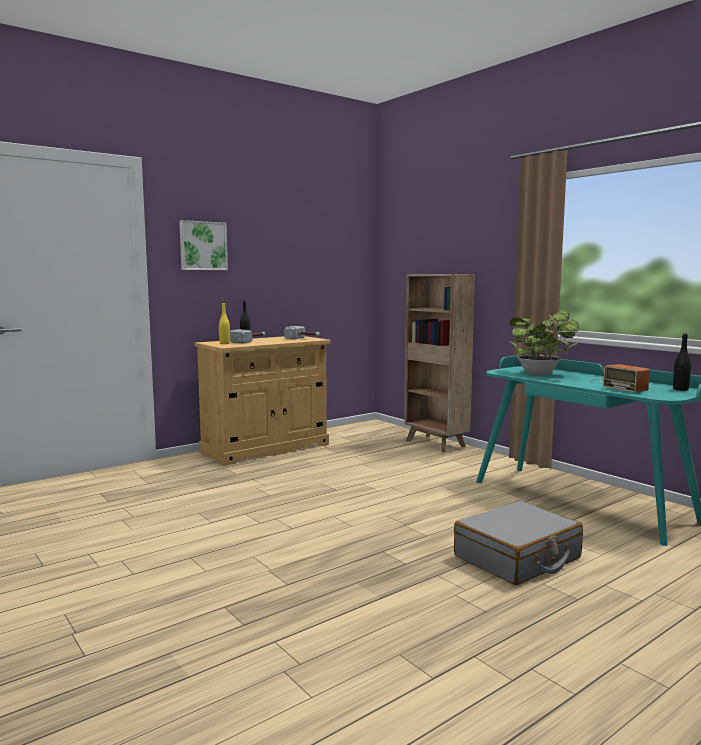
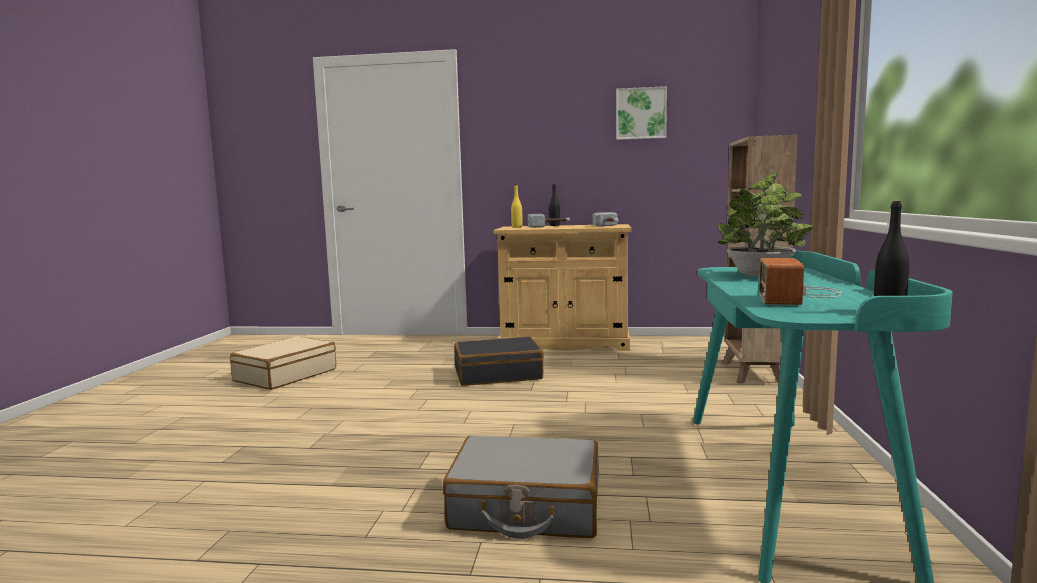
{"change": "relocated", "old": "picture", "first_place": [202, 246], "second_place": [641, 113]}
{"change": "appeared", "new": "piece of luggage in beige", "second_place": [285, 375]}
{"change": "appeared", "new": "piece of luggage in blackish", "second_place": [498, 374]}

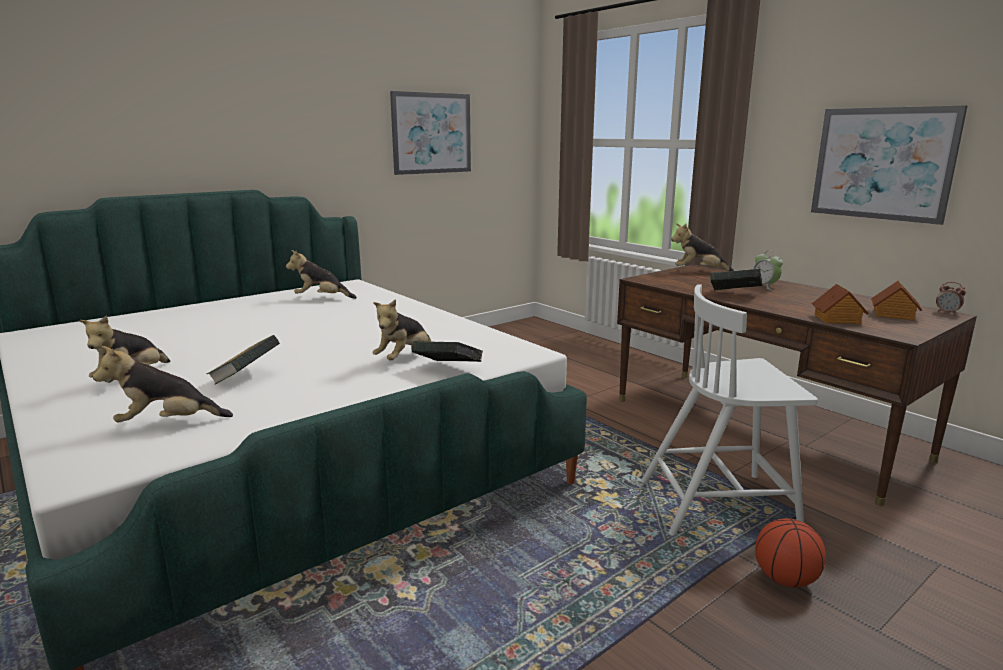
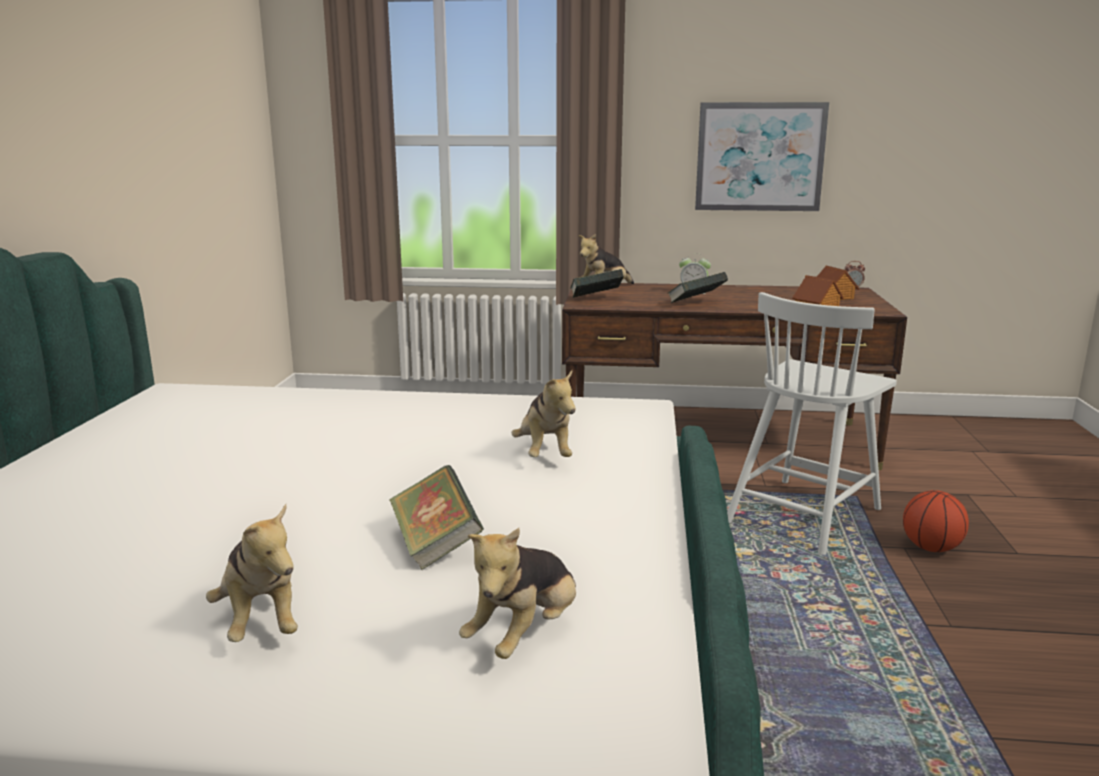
{"change": "missing", "old": "soft toy", "first_place": [321, 298]}
{"change": "missing", "old": "picture", "first_place": [431, 133]}
{"change": "relocated", "old": "book", "first_place": [447, 369], "second_place": [596, 299]}

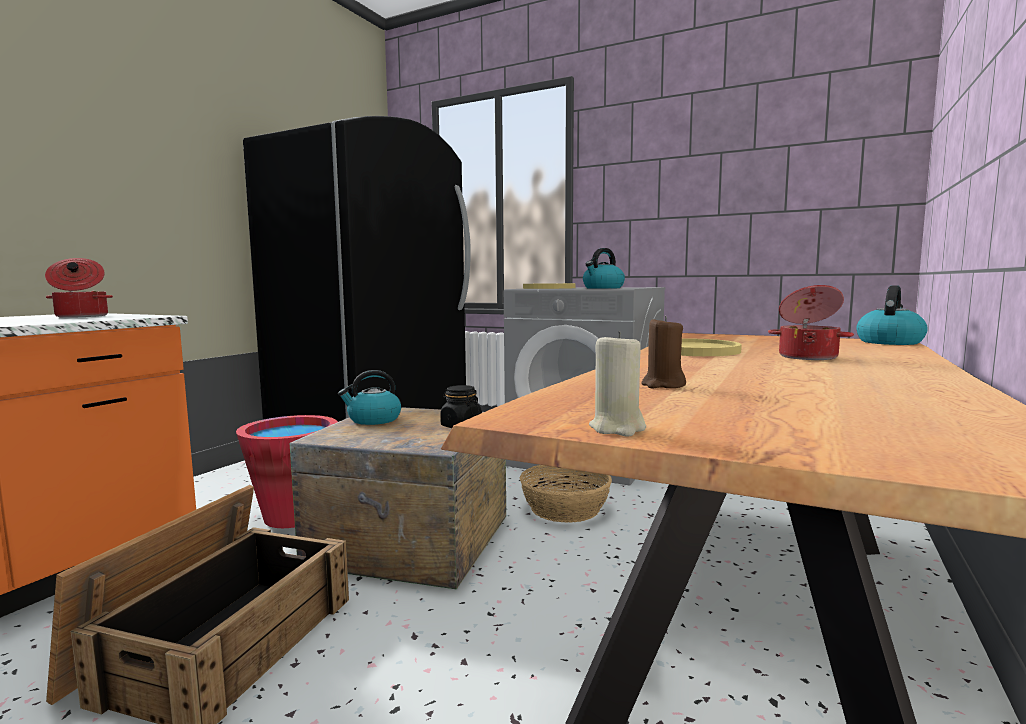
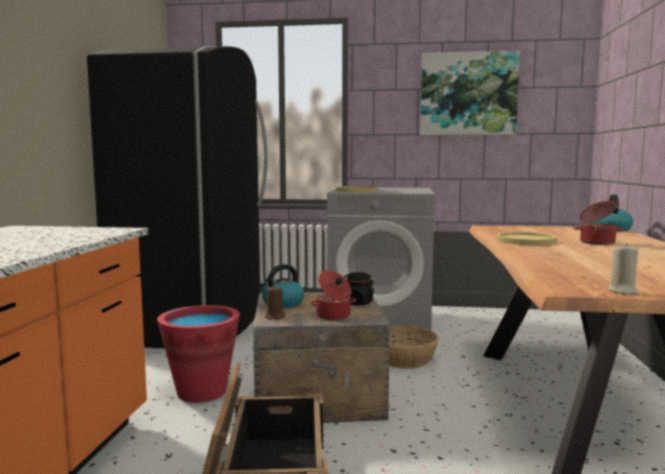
{"change": "relocated", "old": "stockpot", "first_place": [81, 316], "second_place": [333, 316]}
{"change": "missing", "old": "tea kettle", "first_place": [603, 288]}
{"change": "relocated", "old": "wax candle in brownish", "first_place": [663, 385], "second_place": [274, 317]}
{"change": "appeared", "new": "picture", "second_place": [468, 94]}

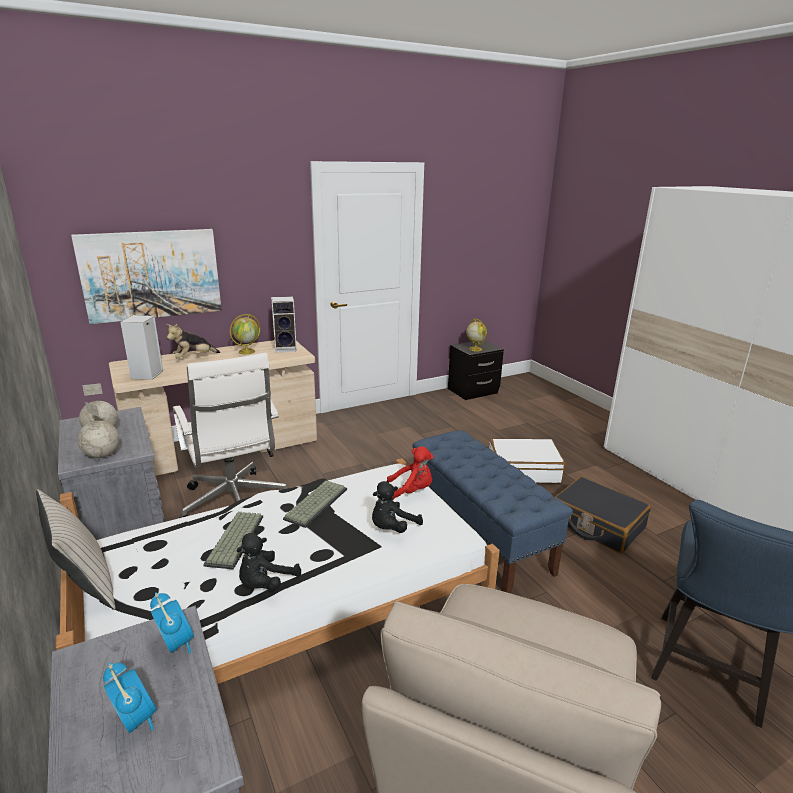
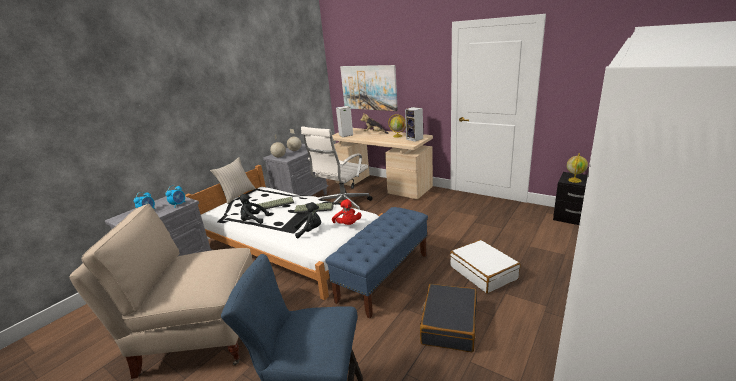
{"change": "spun", "old": "soft toy in blackish", "first_place": [392, 528], "second_place": [310, 231], "degrees": 150}

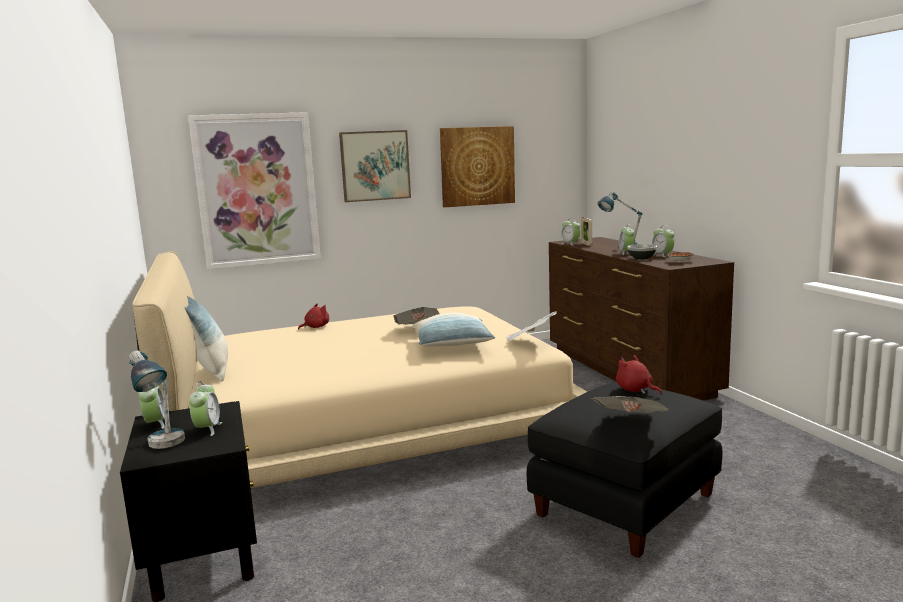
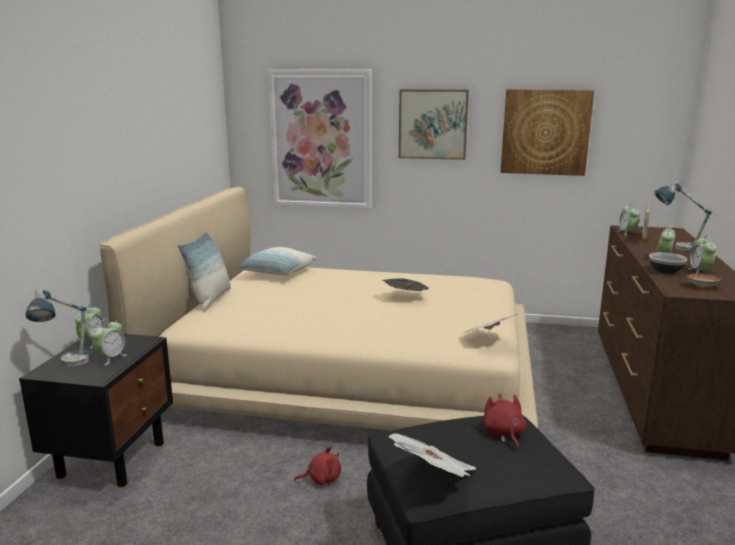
{"change": "relocated", "old": "soft toy in red", "first_place": [315, 327], "second_place": [321, 479]}
{"change": "relocated", "old": "pillow", "first_place": [453, 345], "second_place": [277, 273]}

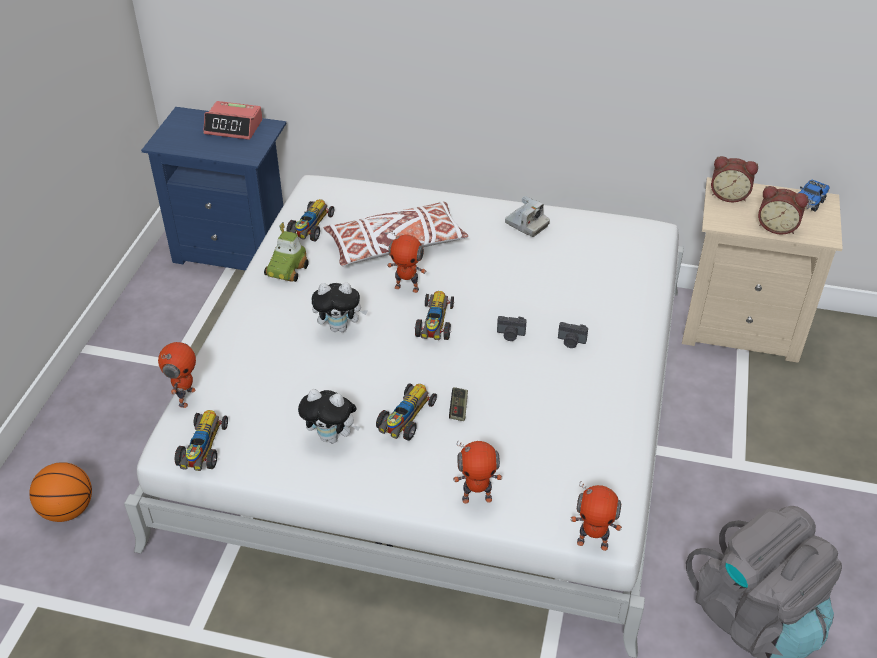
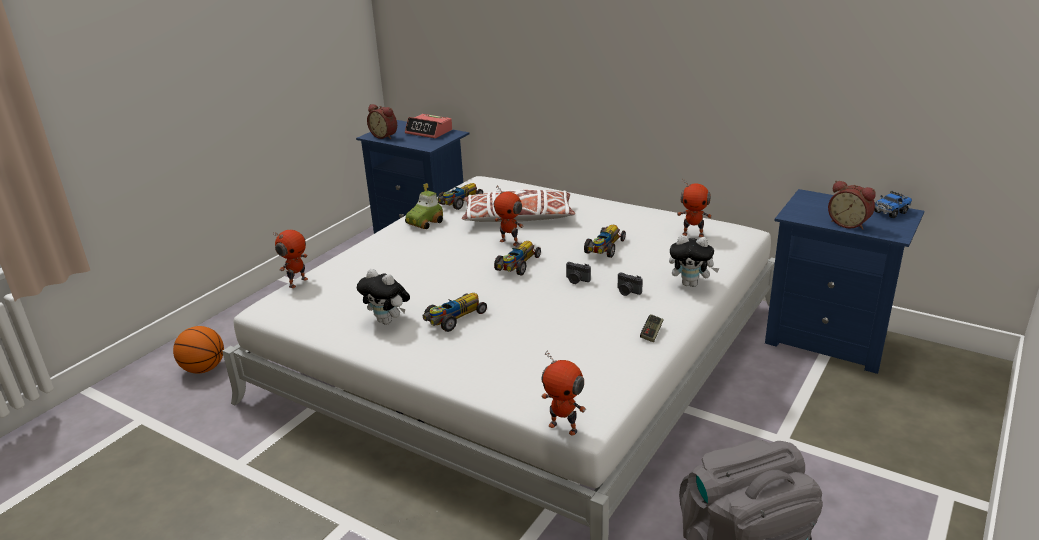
{"change": "relocated", "old": "miniature car", "first_place": [203, 449], "second_place": [604, 248]}
{"change": "relocated", "old": "soft toy", "first_place": [340, 327], "second_place": [691, 284]}
{"change": "relocated", "old": "game controller", "first_place": [458, 408], "second_place": [651, 333]}
{"change": "relocated", "old": "model robot", "first_place": [477, 497], "second_place": [693, 234]}
{"change": "missing", "old": "photo camera", "first_place": [526, 224]}
{"change": "colour", "old": "nightstand in beige", "new": "nightstand in bluish", "first_place": [741, 327], "second_place": [829, 340]}
{"change": "relocated", "old": "table clock", "first_place": [729, 195], "second_place": [385, 136]}

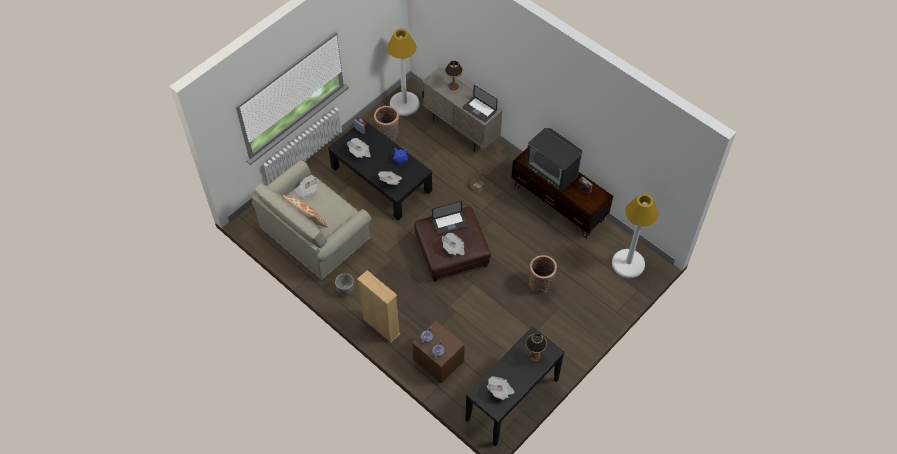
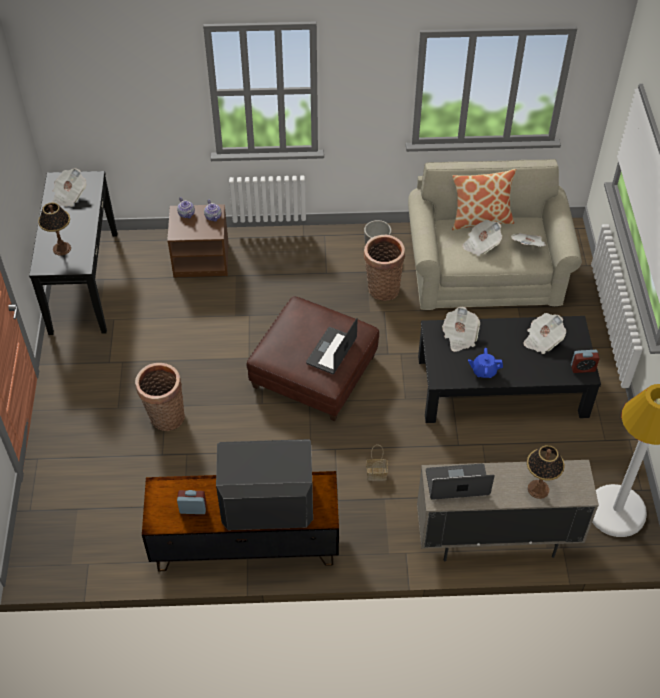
{"change": "missing", "old": "bookcase in beige", "first_place": [381, 326]}
{"change": "relocated", "old": "storage basket", "first_place": [388, 136], "second_place": [382, 287]}
{"change": "relocated", "old": "daily paper", "first_place": [453, 248], "second_place": [481, 245]}
{"change": "missing", "old": "standard lamp in white", "first_place": [628, 264]}

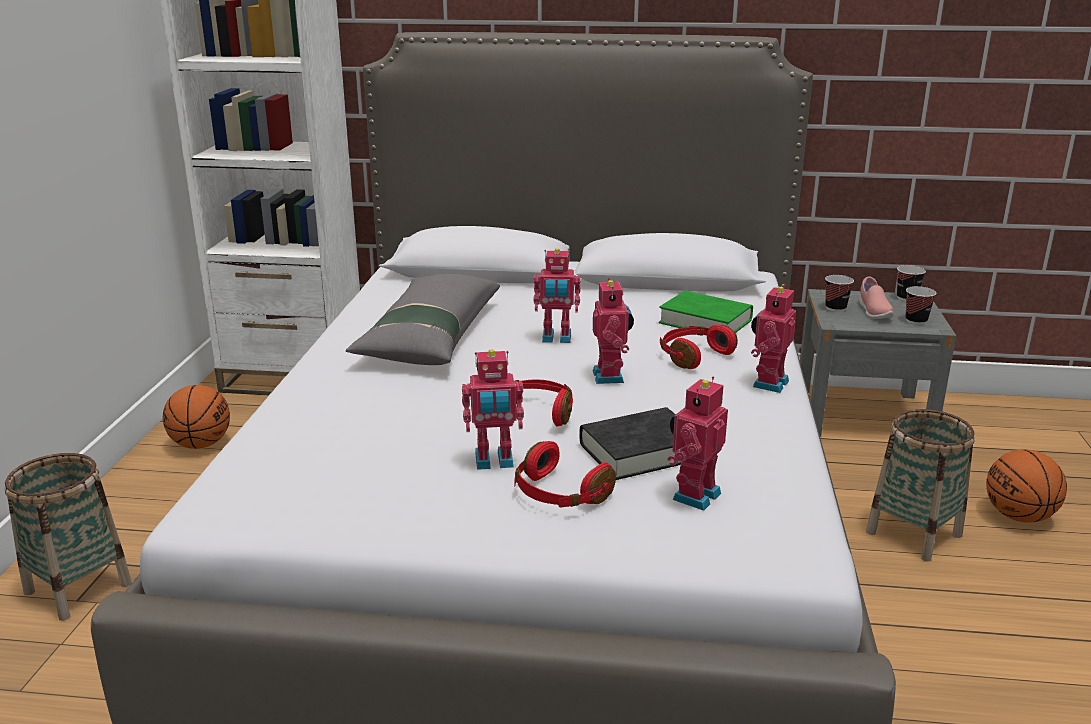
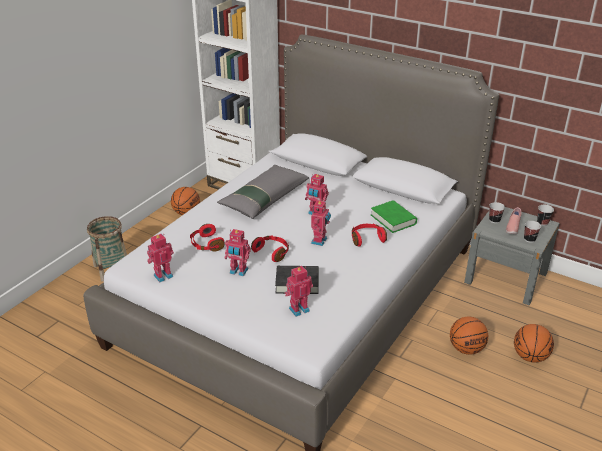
{"change": "relocated", "old": "pair of headphones in red", "first_place": [559, 495], "second_place": [206, 244]}
{"change": "relocated", "old": "model robot", "first_place": [768, 383], "second_place": [162, 275]}
{"change": "exchanged", "old": "storage basket", "new": "basketball ball", "first_place": [913, 533], "second_place": [466, 349]}

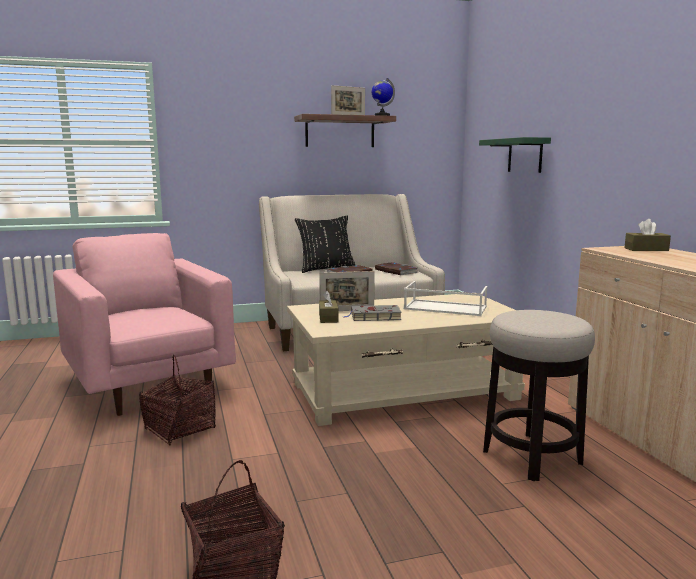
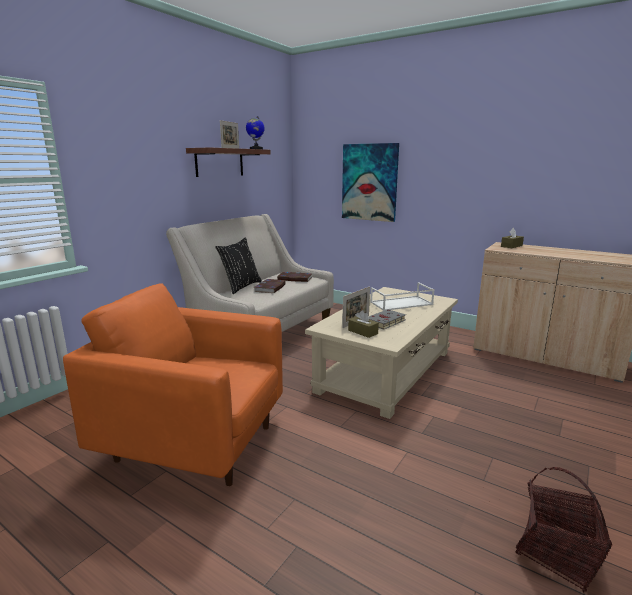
{"change": "colour", "old": "lounge chair in pinkish", "new": "lounge chair in orange-coloured", "first_place": [149, 384], "second_place": [195, 442]}
{"change": "missing", "old": "storage basket", "first_place": [180, 429]}
{"change": "exchanged", "old": "wall shelf in greenish", "new": "picture", "first_place": [525, 155], "second_place": [369, 182]}
{"change": "missing", "old": "stool", "first_place": [532, 456]}

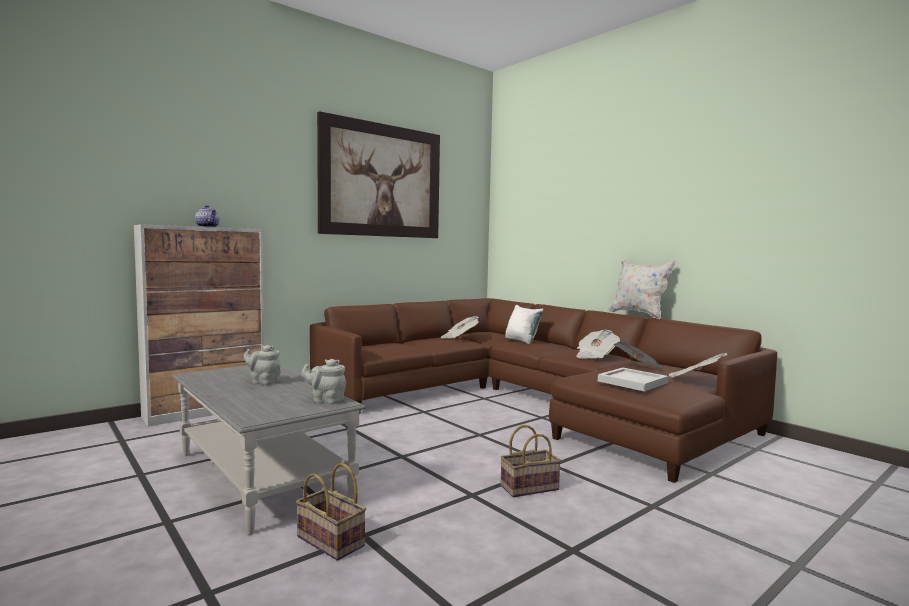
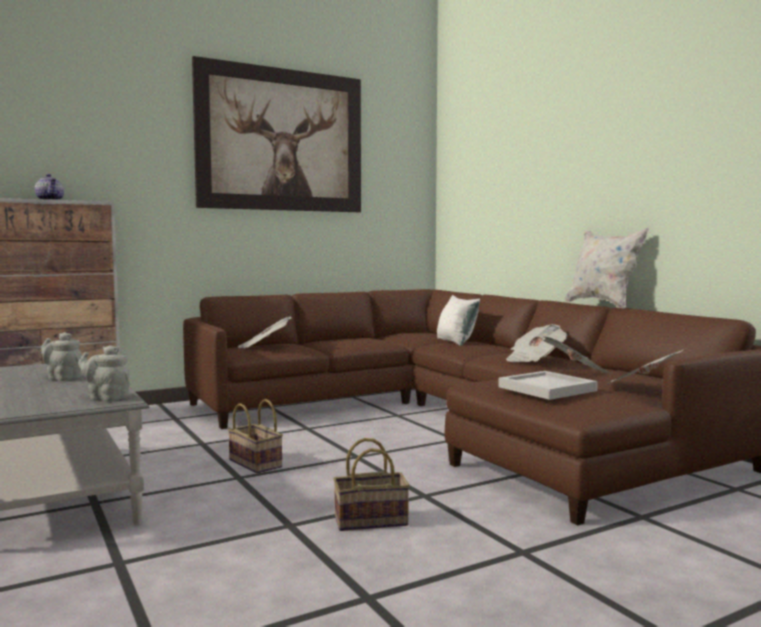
{"change": "relocated", "old": "storage basket", "first_place": [333, 541], "second_place": [257, 464]}
{"change": "relocated", "old": "daily paper", "first_place": [459, 337], "second_place": [264, 347]}

